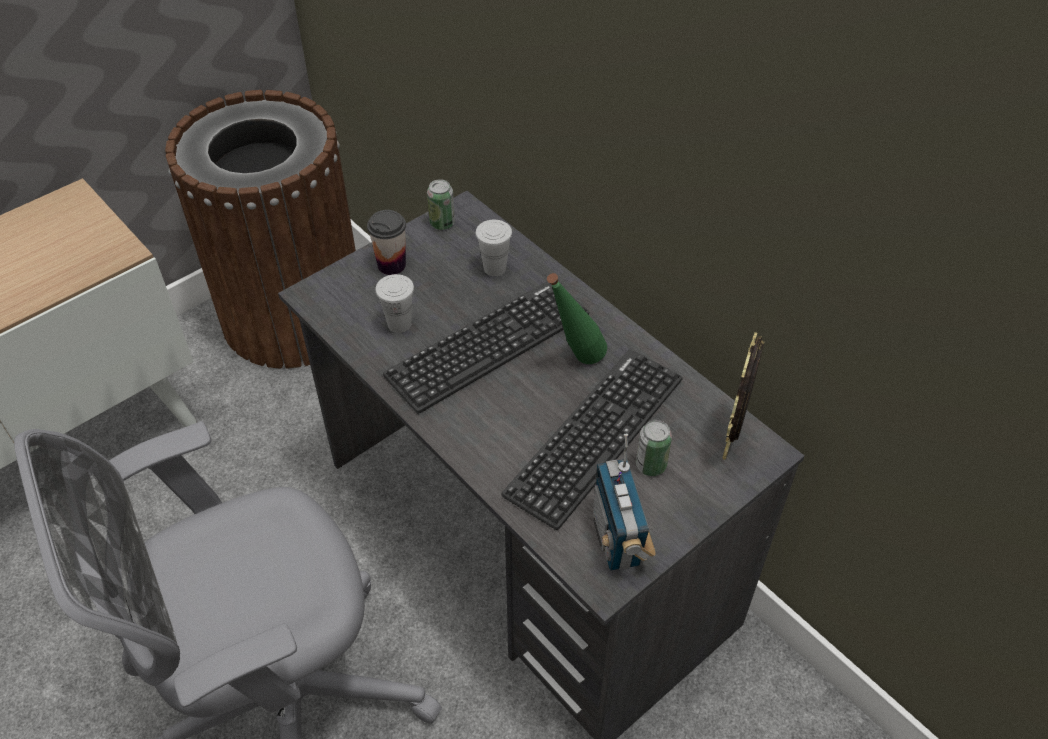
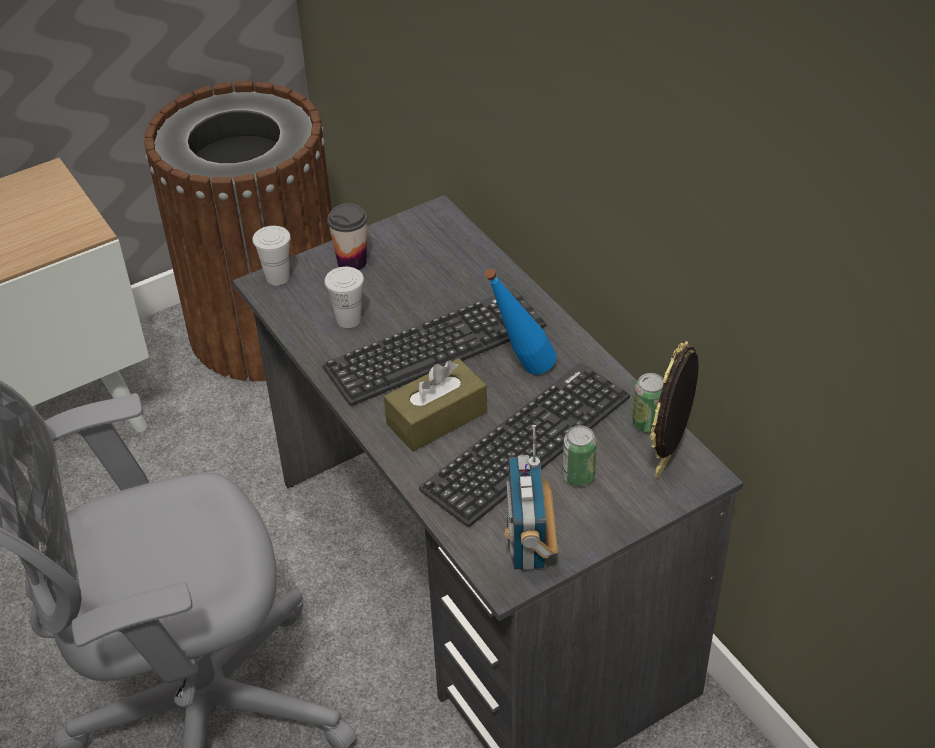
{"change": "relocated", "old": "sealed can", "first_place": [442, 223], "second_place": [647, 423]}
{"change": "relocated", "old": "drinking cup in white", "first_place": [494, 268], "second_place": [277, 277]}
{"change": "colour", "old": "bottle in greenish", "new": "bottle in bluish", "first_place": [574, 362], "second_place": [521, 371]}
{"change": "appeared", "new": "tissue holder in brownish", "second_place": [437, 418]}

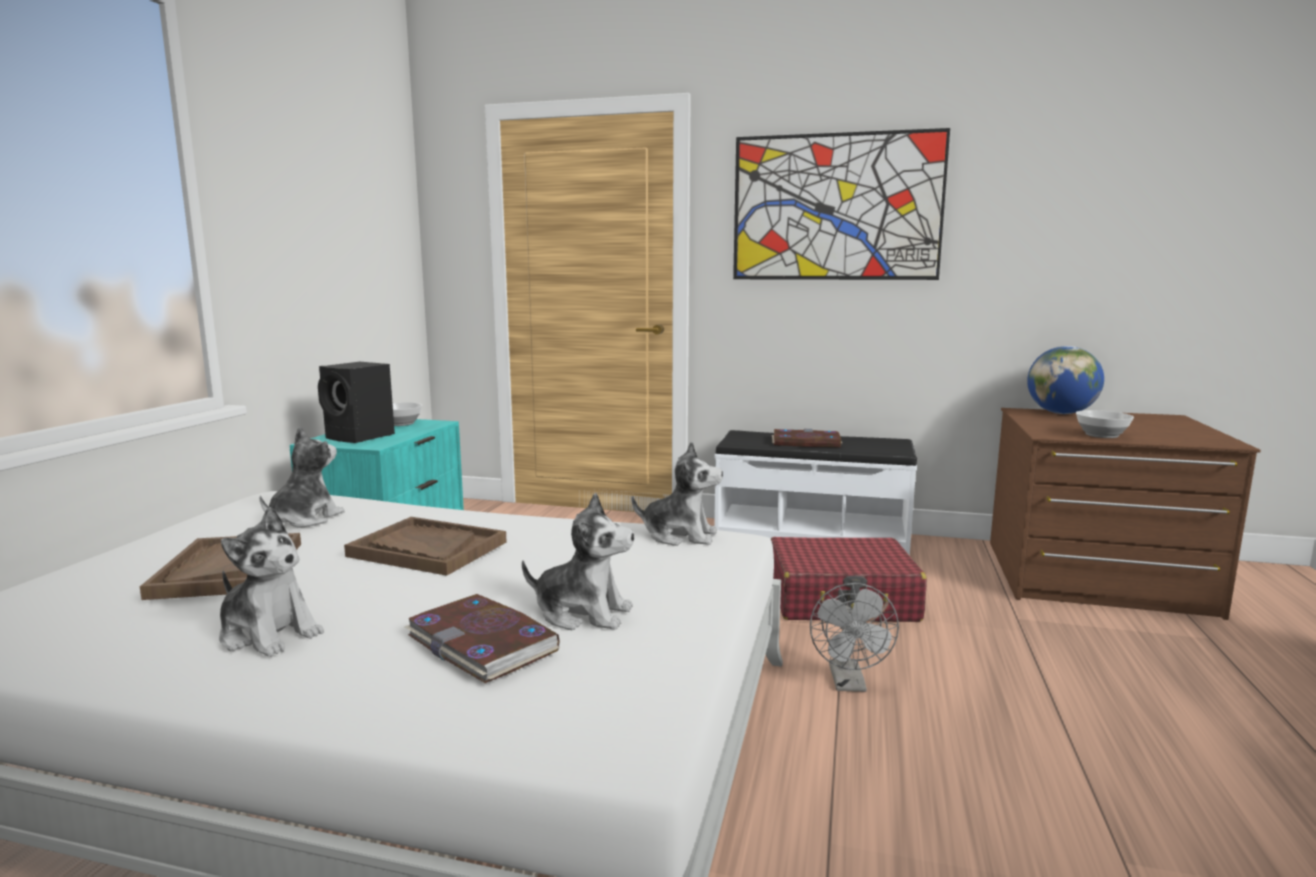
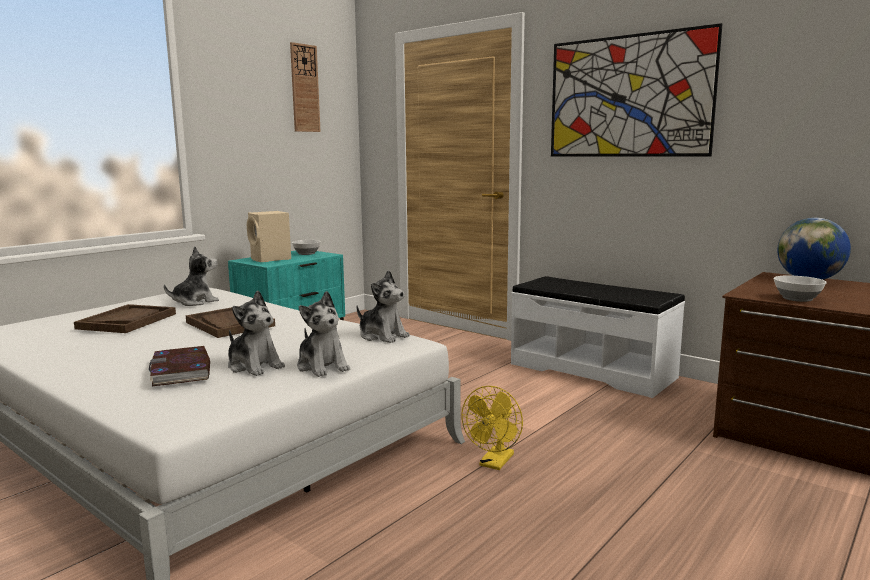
{"change": "relocated", "old": "soft toy", "first_place": [269, 634], "second_place": [322, 366]}
{"change": "colour", "old": "speaker in blackish", "new": "speaker in beige", "first_place": [361, 437], "second_place": [271, 259]}
{"change": "missing", "old": "piece of luggage in red", "first_place": [842, 600]}
{"change": "missing", "old": "book", "first_place": [805, 442]}
{"change": "colour", "old": "cooling fan in gray", "new": "cooling fan in yellow", "first_place": [849, 684], "second_place": [494, 463]}
{"change": "appeared", "new": "hanging clock", "second_place": [304, 88]}

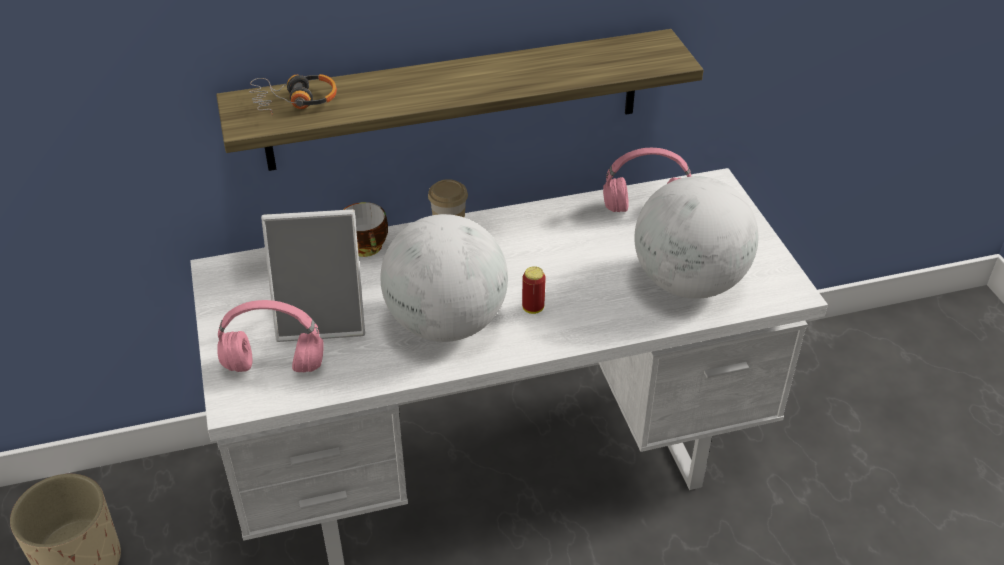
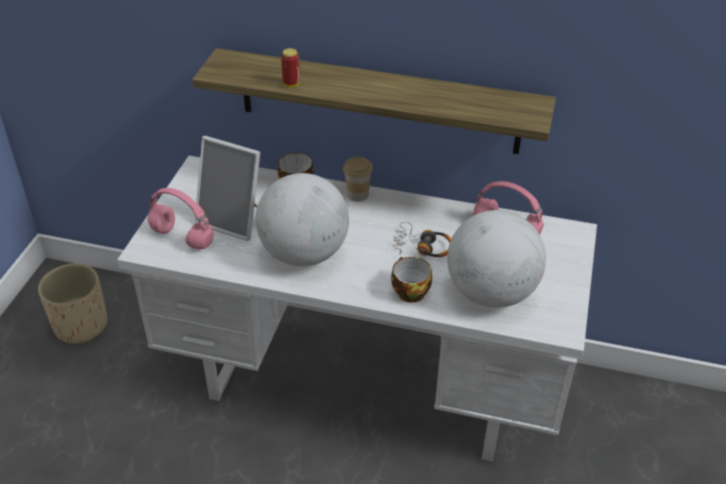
{"change": "relocated", "old": "pair of headphones", "first_place": [294, 101], "second_place": [422, 247]}
{"change": "relocated", "old": "sealed can", "first_place": [533, 308], "second_place": [291, 84]}
{"change": "appeared", "new": "drinking cup", "second_place": [408, 291]}

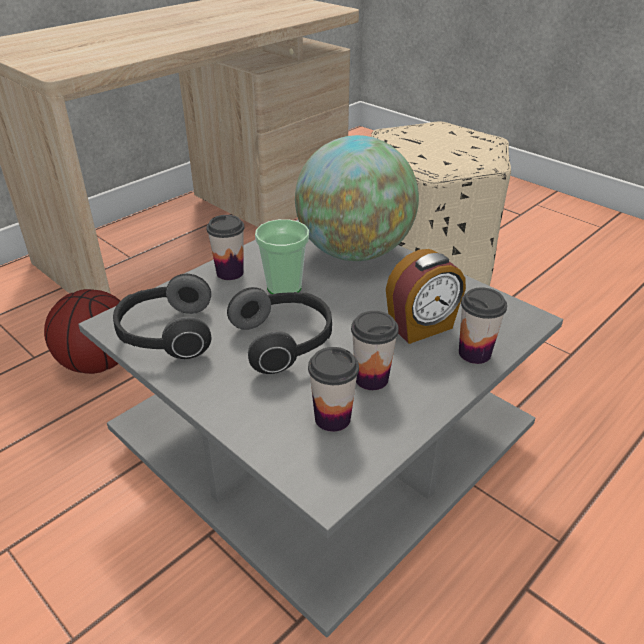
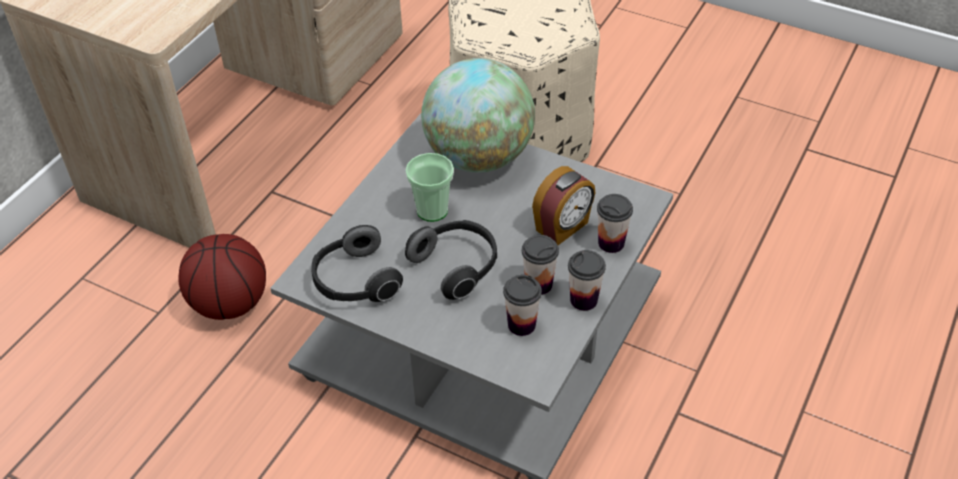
{"change": "relocated", "old": "drinking cup", "first_place": [230, 272], "second_place": [583, 300]}

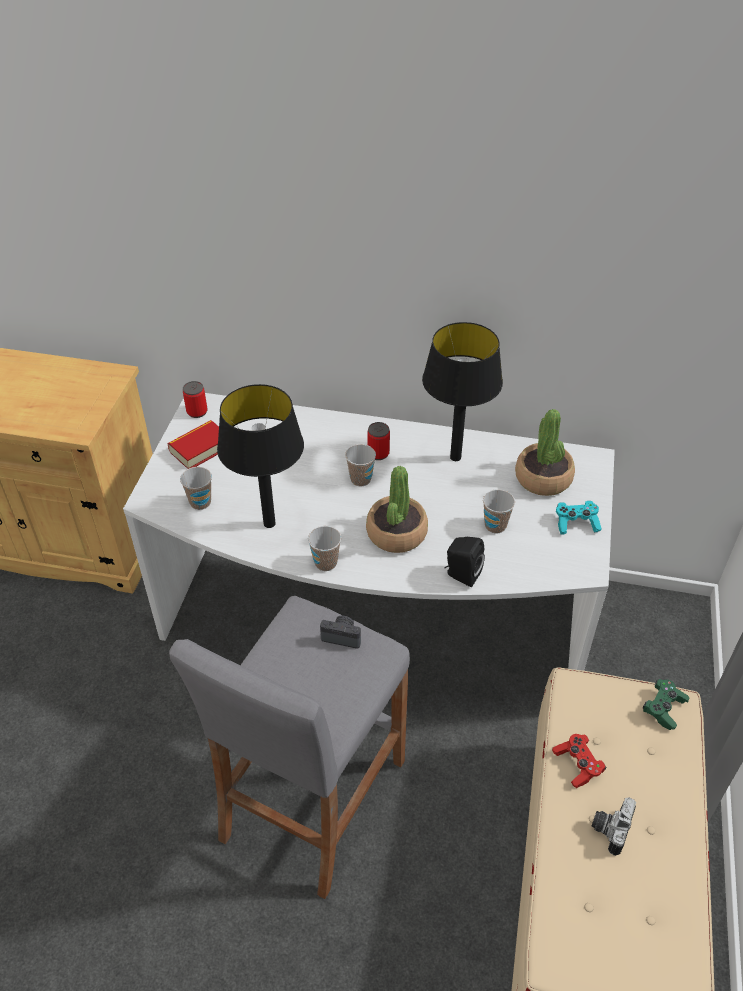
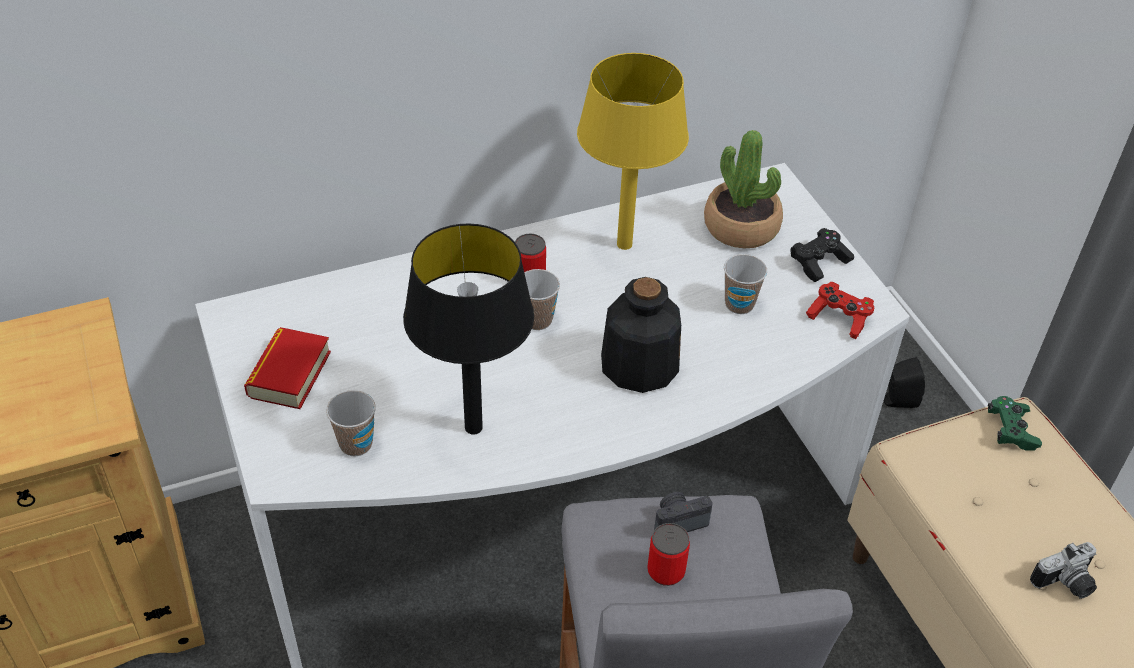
{"change": "relocated", "old": "sealed can", "first_place": [197, 412], "second_place": [666, 571]}
{"change": "missing", "old": "drinking cup", "first_place": [325, 563]}
{"change": "exchanged", "old": "houseplant", "new": "bottle", "first_place": [396, 533], "second_place": [638, 365]}
{"change": "colour", "old": "tabletop lamp in blackish", "new": "tabletop lamp in yellow", "first_place": [456, 457], "second_place": [625, 244]}
{"change": "relocated", "old": "speaker in blackish", "first_place": [461, 575], "second_place": [897, 401]}
{"change": "relocated", "old": "game controller in red", "first_place": [577, 764], "second_place": [839, 318]}
{"change": "colour", "old": "game controller in blue-green", "new": "game controller in blackish", "first_place": [576, 523], "second_place": [819, 262]}
{"change": "spun", "old": "photo camera", "first_place": [609, 828], "second_place": [1066, 584], "degrees": -105}

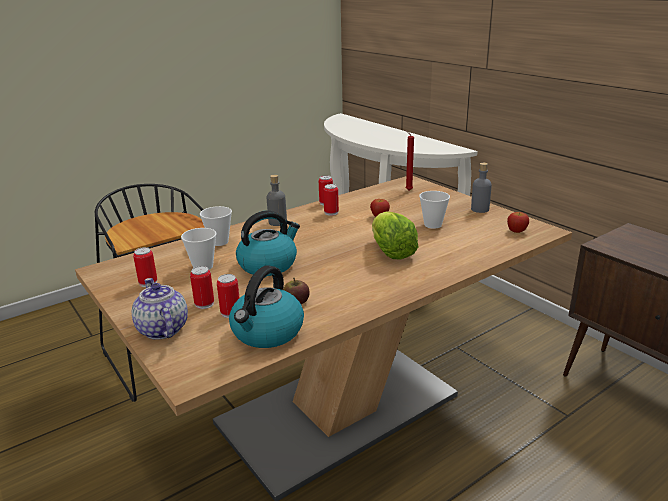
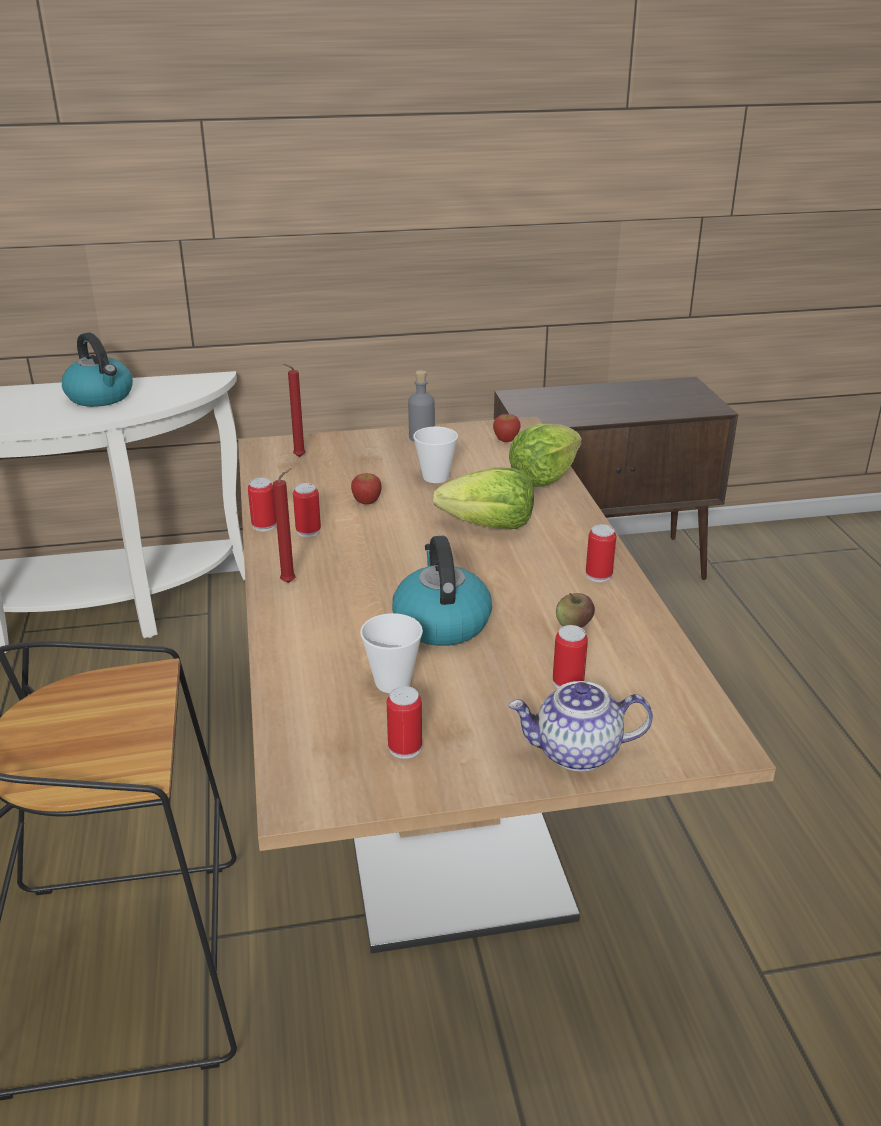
{"change": "relocated", "old": "sealed can", "first_place": [204, 304], "second_place": [598, 575]}
{"change": "missing", "old": "drinking cup", "first_place": [219, 242]}
{"change": "relocated", "old": "tea kettle", "first_place": [267, 332], "second_place": [101, 397]}
{"change": "exchanged", "old": "bottle in gray", "new": "wax candle in red", "first_place": [277, 222], "second_place": [290, 582]}
{"change": "appeared", "new": "lettuce head", "second_place": [544, 477]}

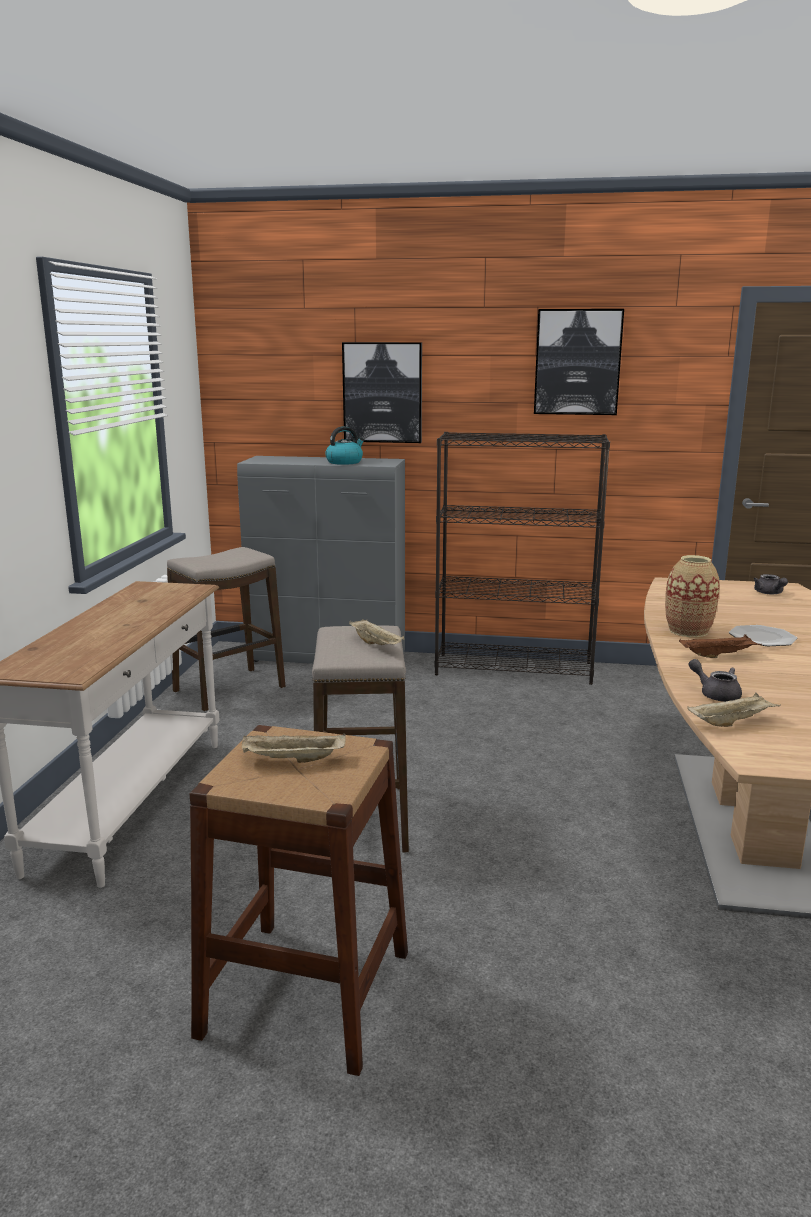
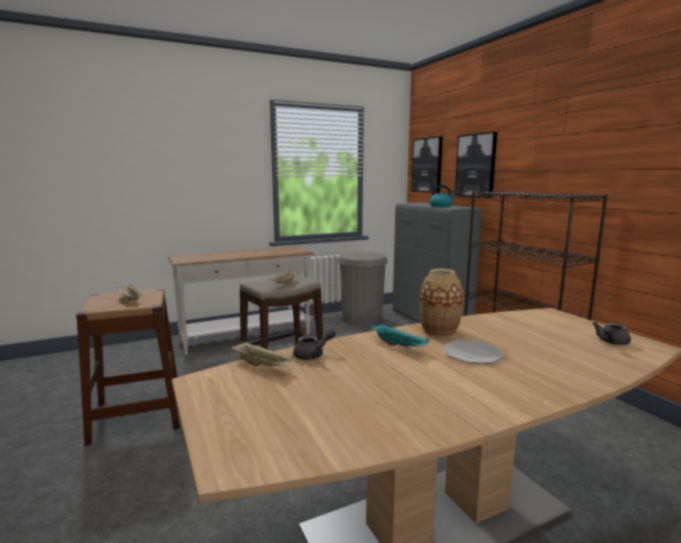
{"change": "exchanged", "old": "stool", "new": "rubbish bin in gray", "first_place": [230, 689], "second_place": [362, 319]}
{"change": "relocated", "old": "picture", "first_place": [577, 362], "second_place": [427, 165]}
{"change": "colour", "old": "carrying tray in brownish", "new": "carrying tray in blue-green", "first_place": [718, 655], "second_place": [399, 346]}
{"change": "spun", "old": "tea pot in gray", "first_place": [715, 694], "second_place": [313, 355], "degrees": 45}

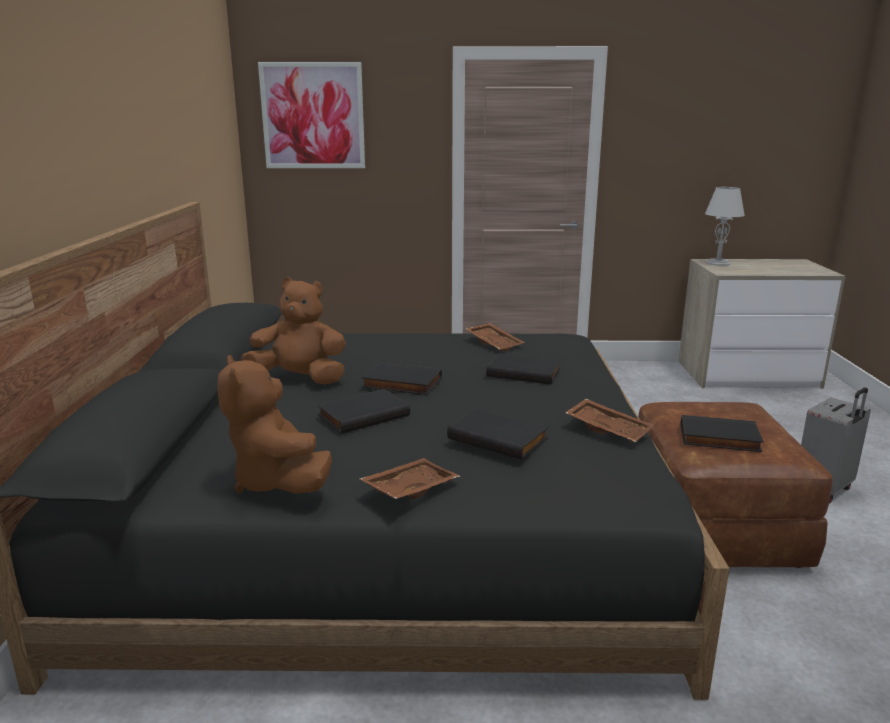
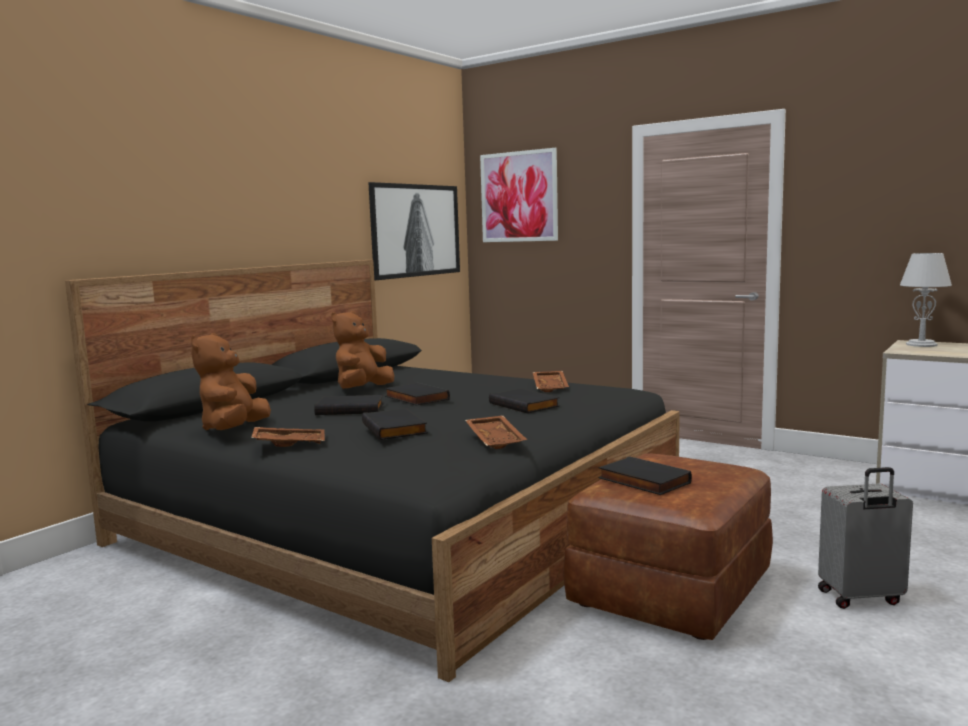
{"change": "spun", "old": "soft toy in brownish", "first_place": [300, 379], "second_place": [362, 389], "degrees": -105}
{"change": "appeared", "new": "picture", "second_place": [416, 230]}

